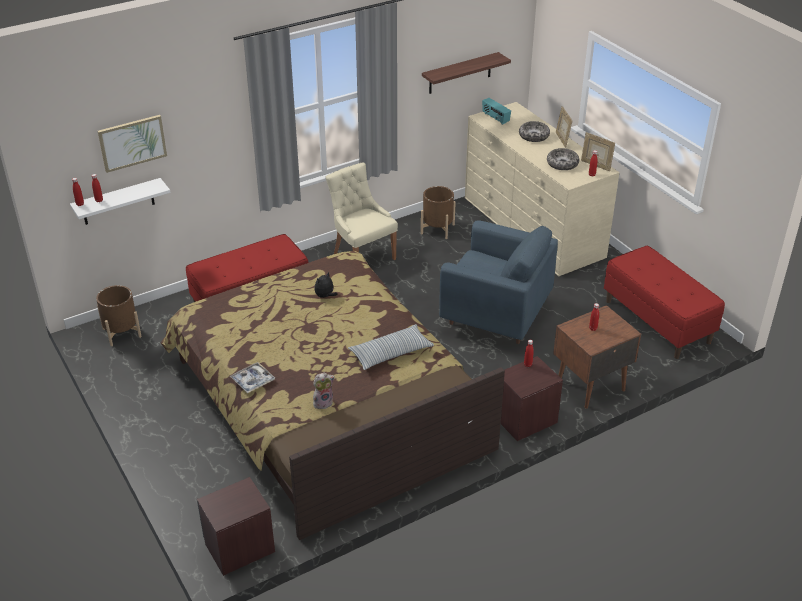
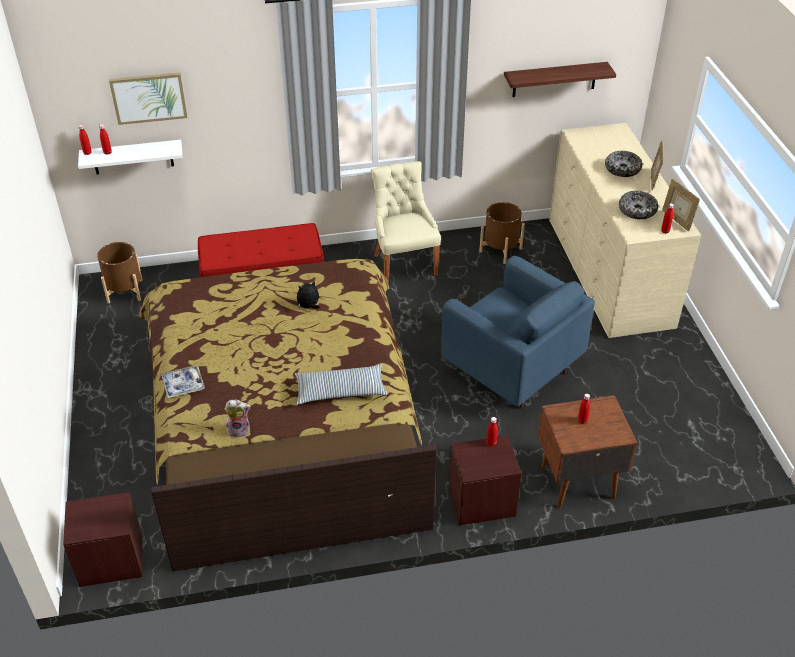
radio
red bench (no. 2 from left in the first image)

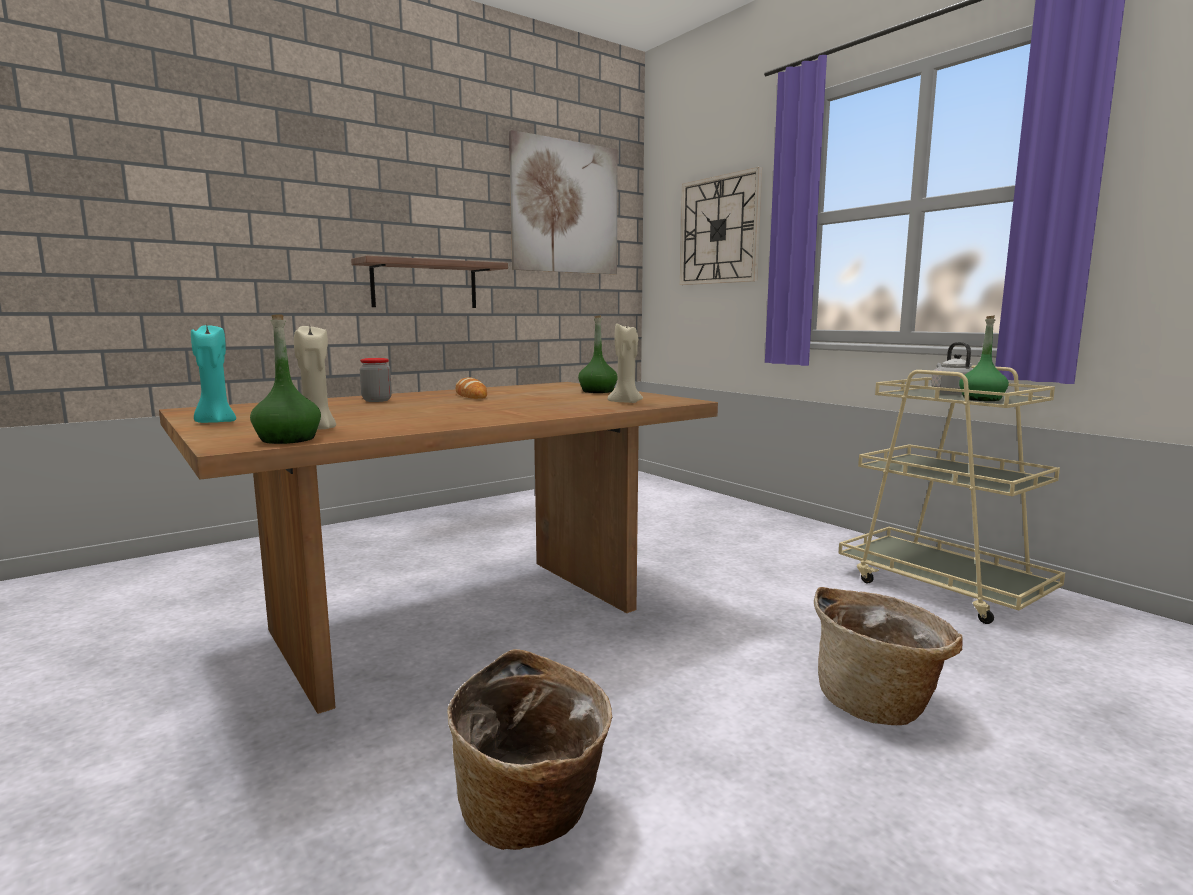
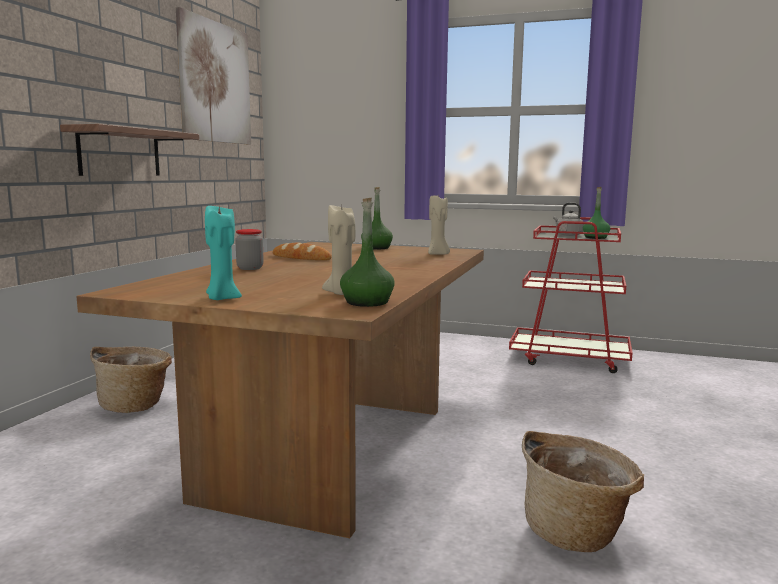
wall clock
basket (no. 1 from left)
red cart

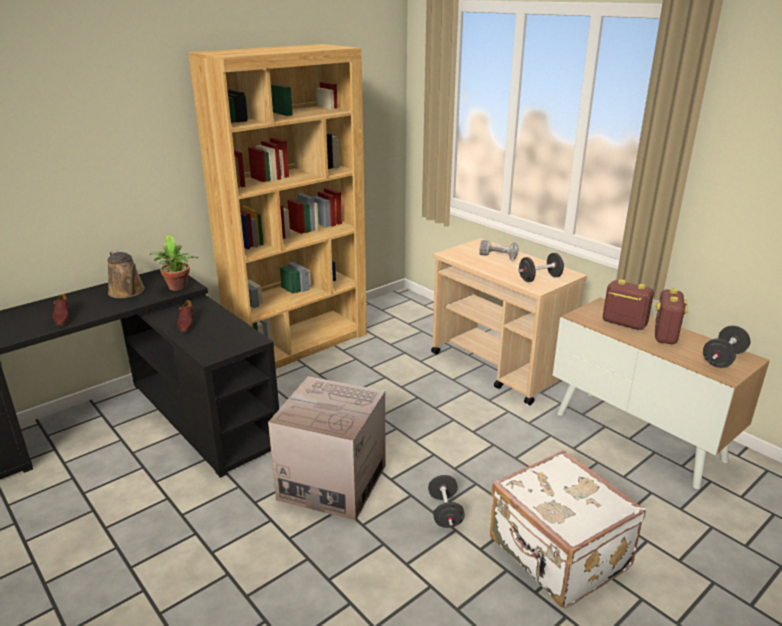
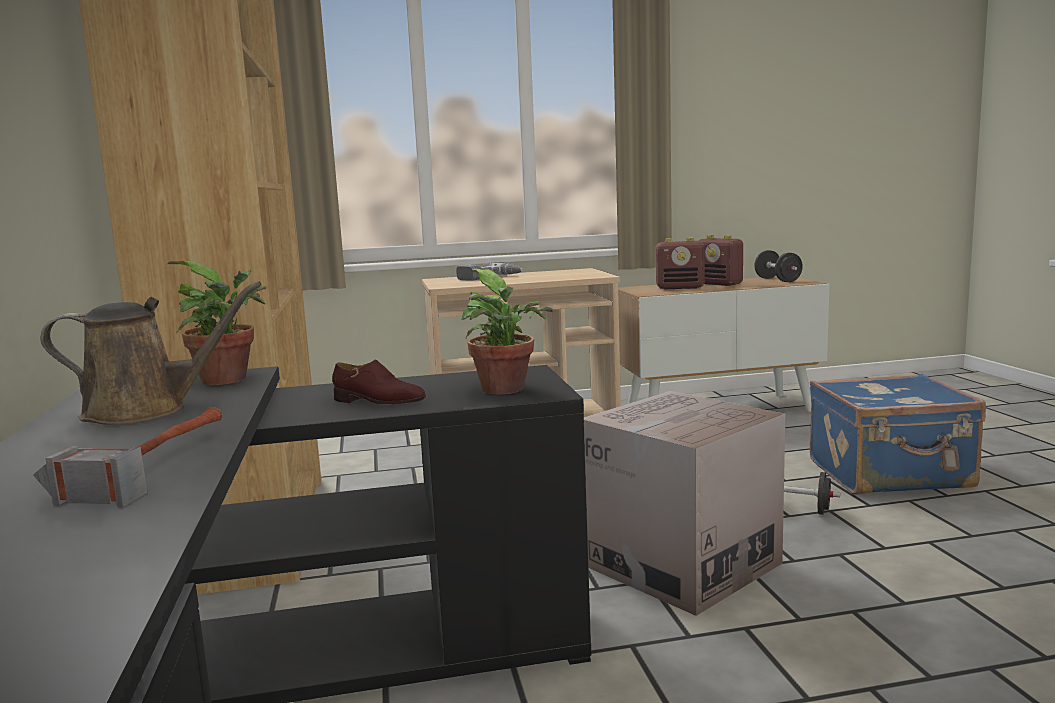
hammer
blue suitcase
black dumbbell (no. 2 from left in the first image)
radio (no. 1 from left)
potted plant (no. 2 from left)

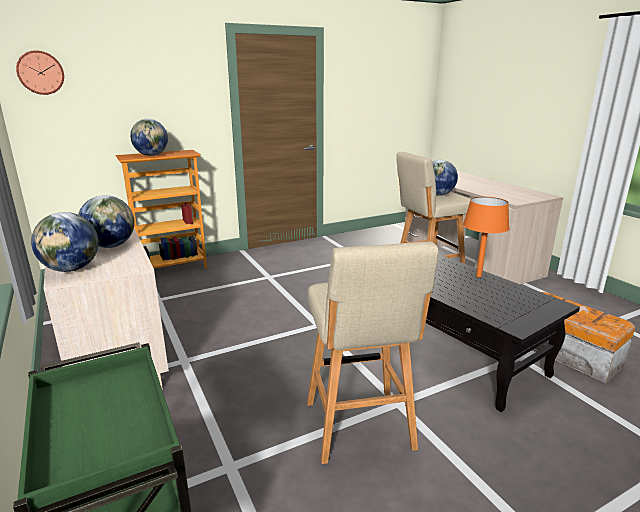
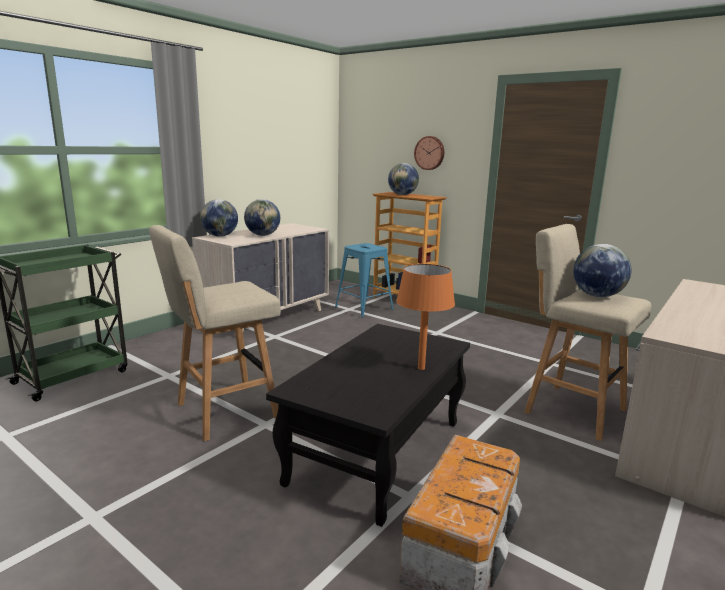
wall clock
blue stool

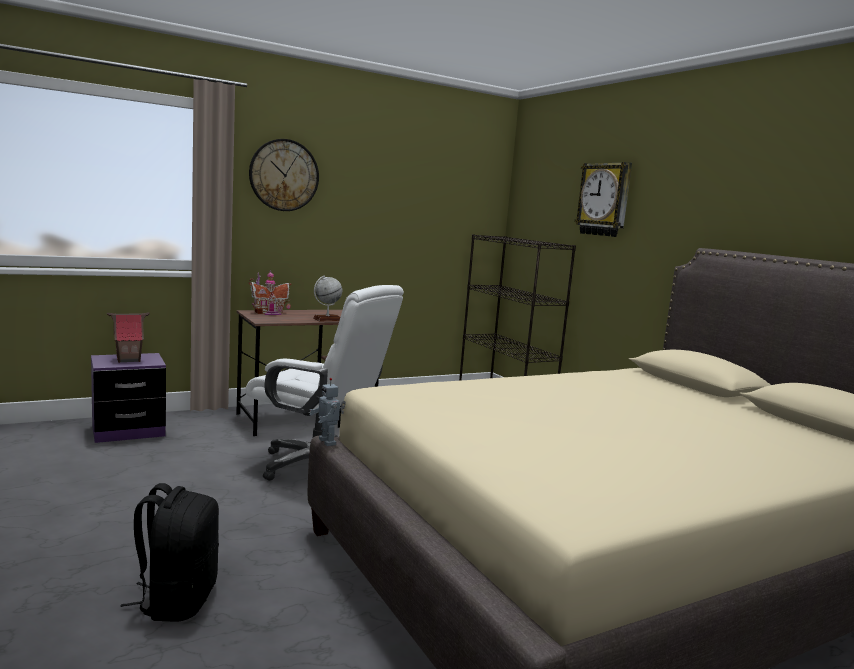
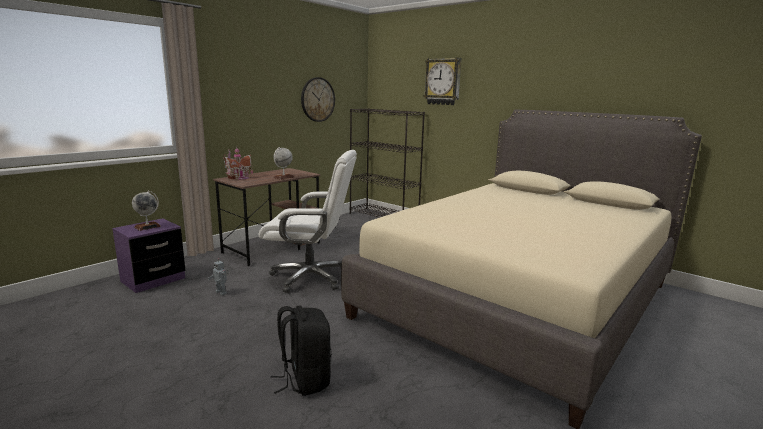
globe (no. 1 from left)
wall clock (no. 1 from left)
toy robot

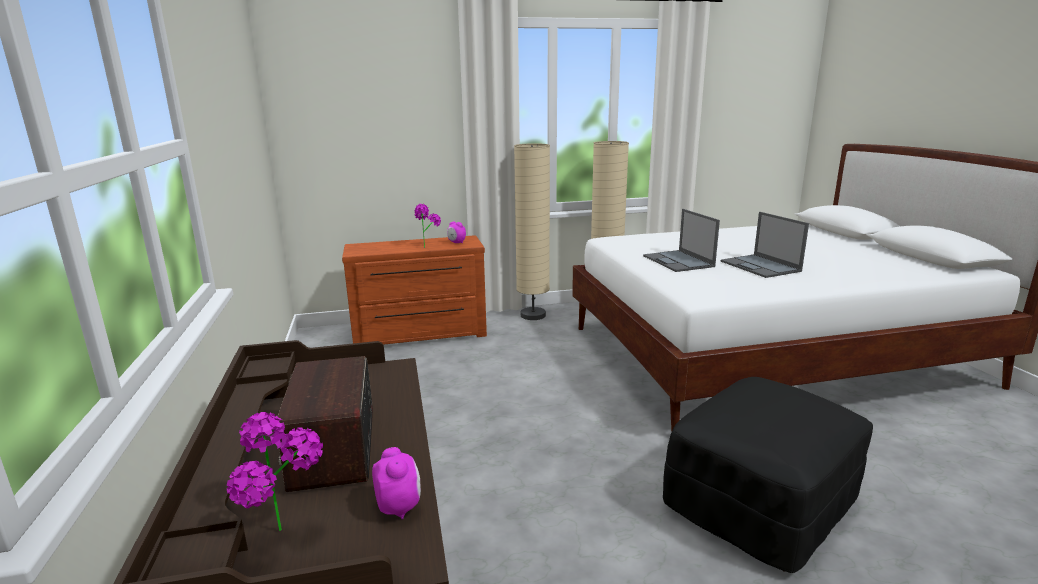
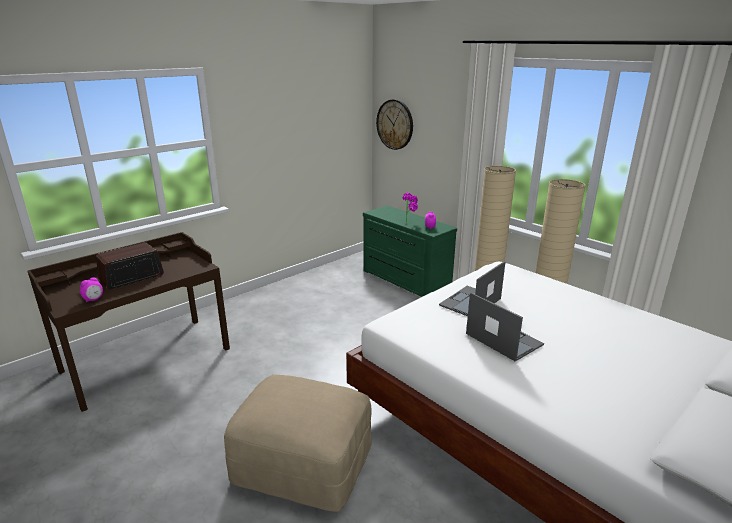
potted plant (no. 1 from left in the first image)
green dresser
beige ottoman
laptop (no. 2 from left)
wall clock

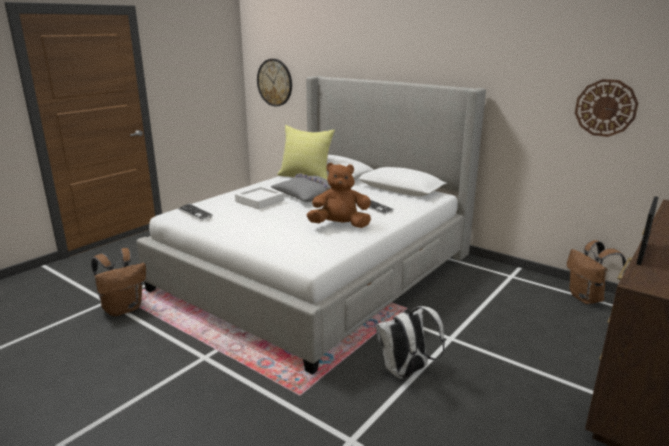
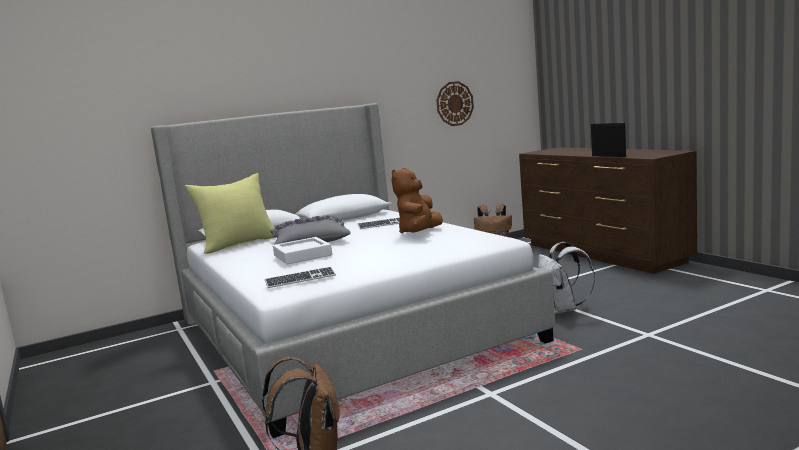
wall clock (no. 1 from left in the first image)

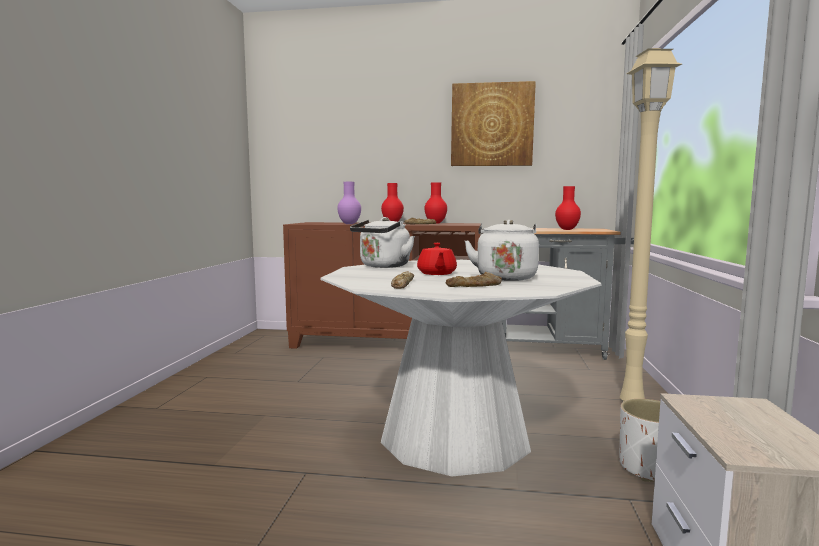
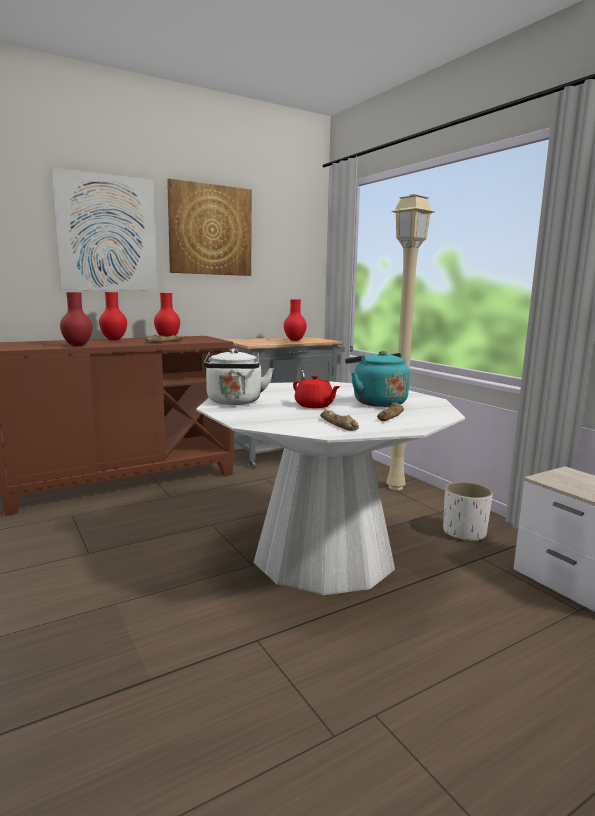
red vase (no. 1 from left)
turquoise kettle
picture (no. 1 from left)

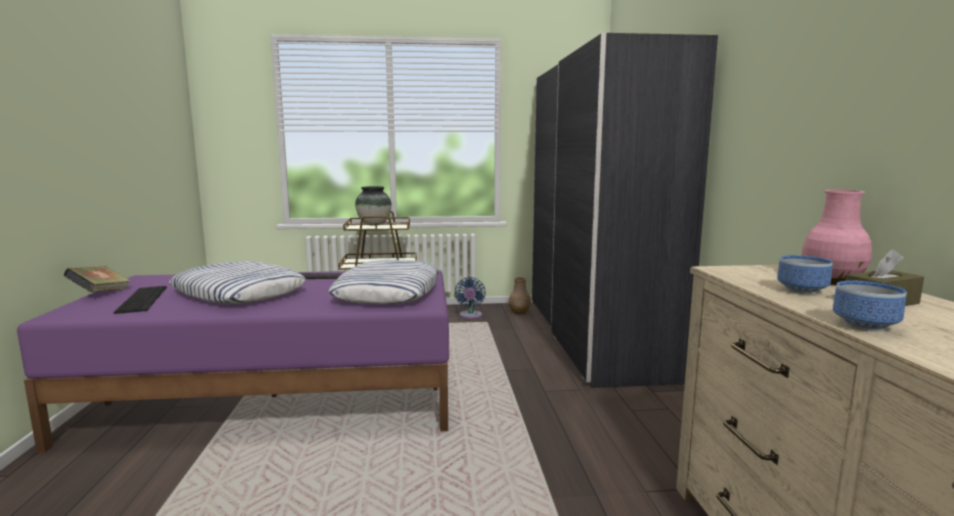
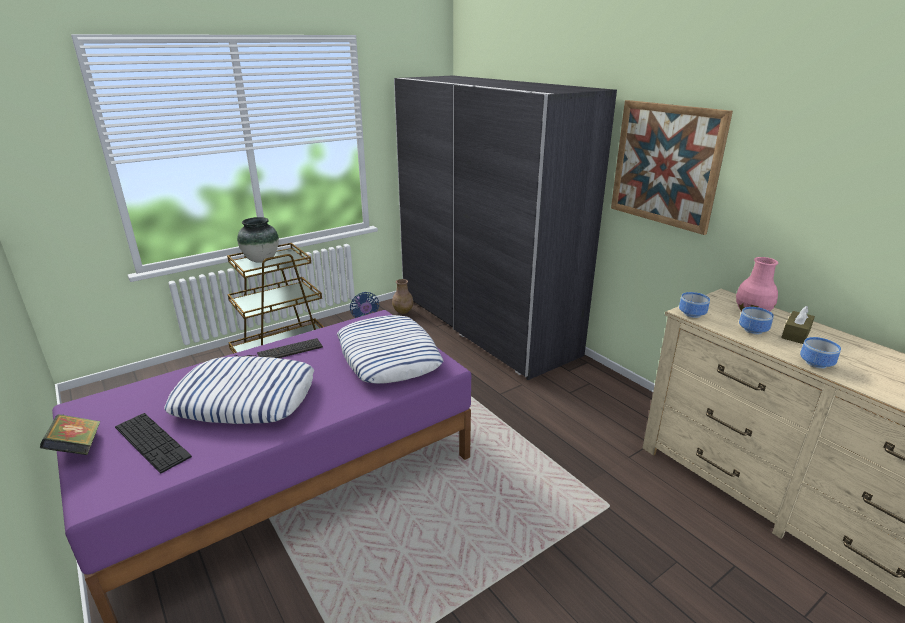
picture
bowl (no. 1 from left)

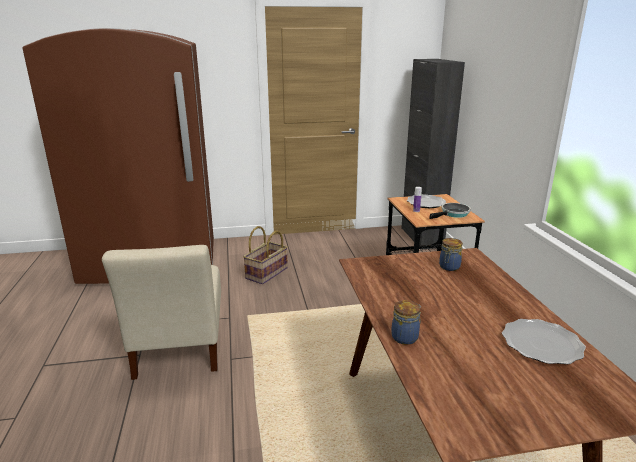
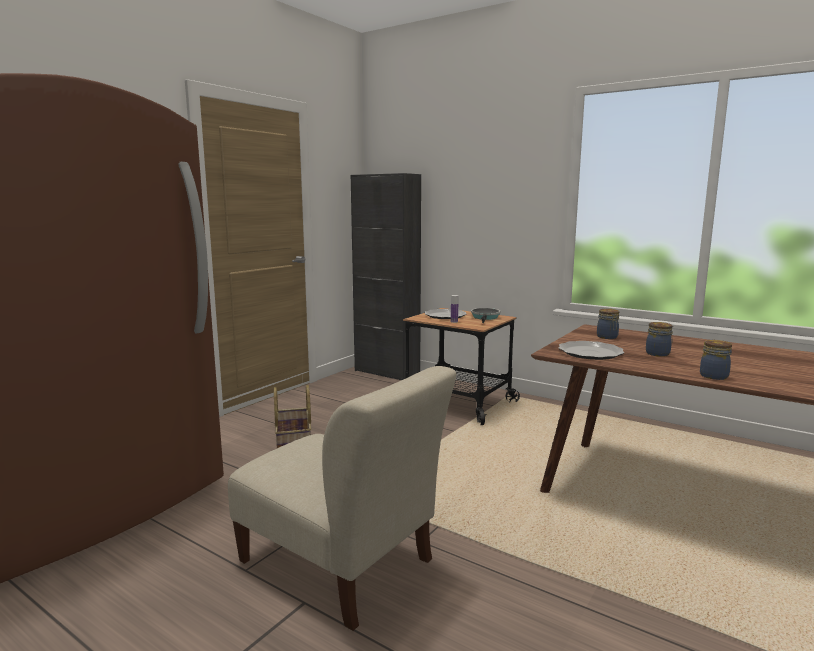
plate (no. 2 from left)
jar (no. 2 from left)

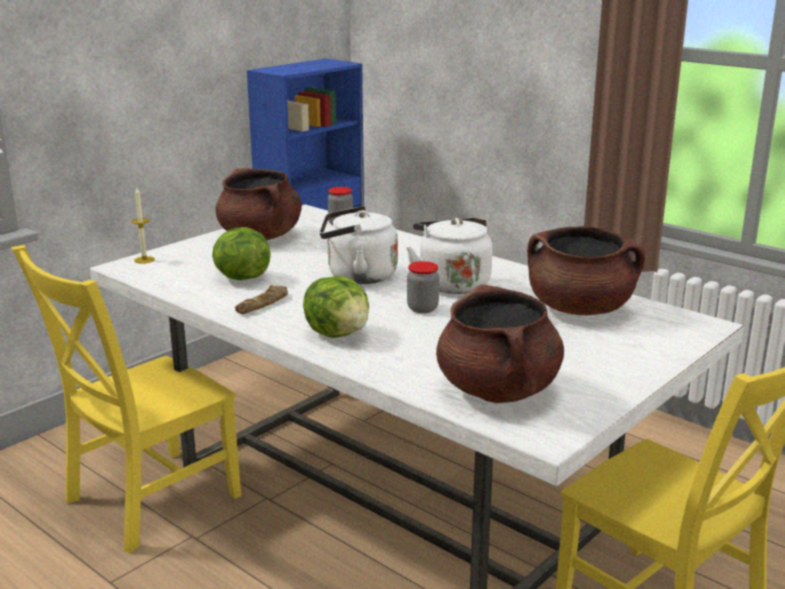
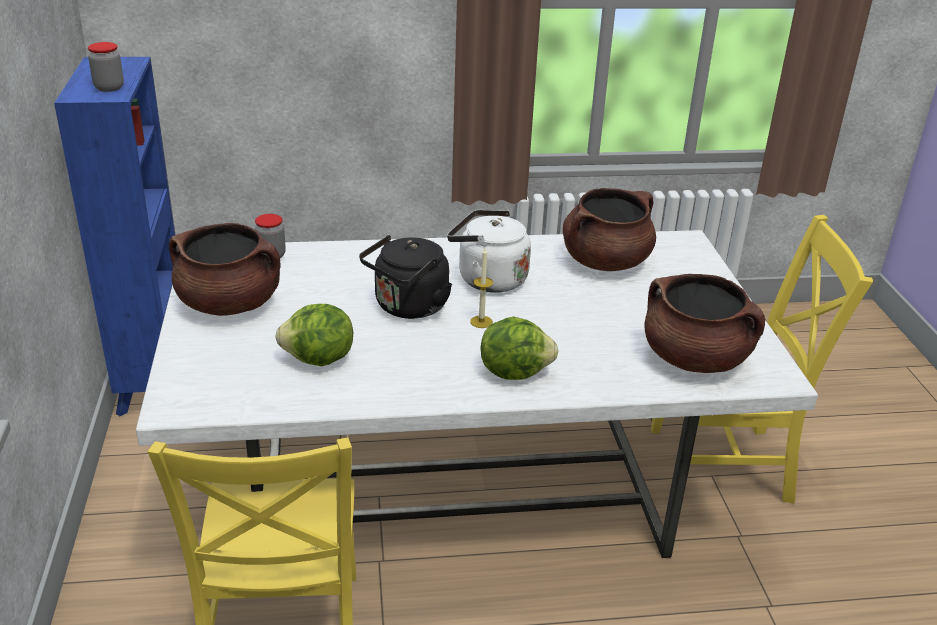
candle
bread
black kettle
jar (no. 1 from left)

